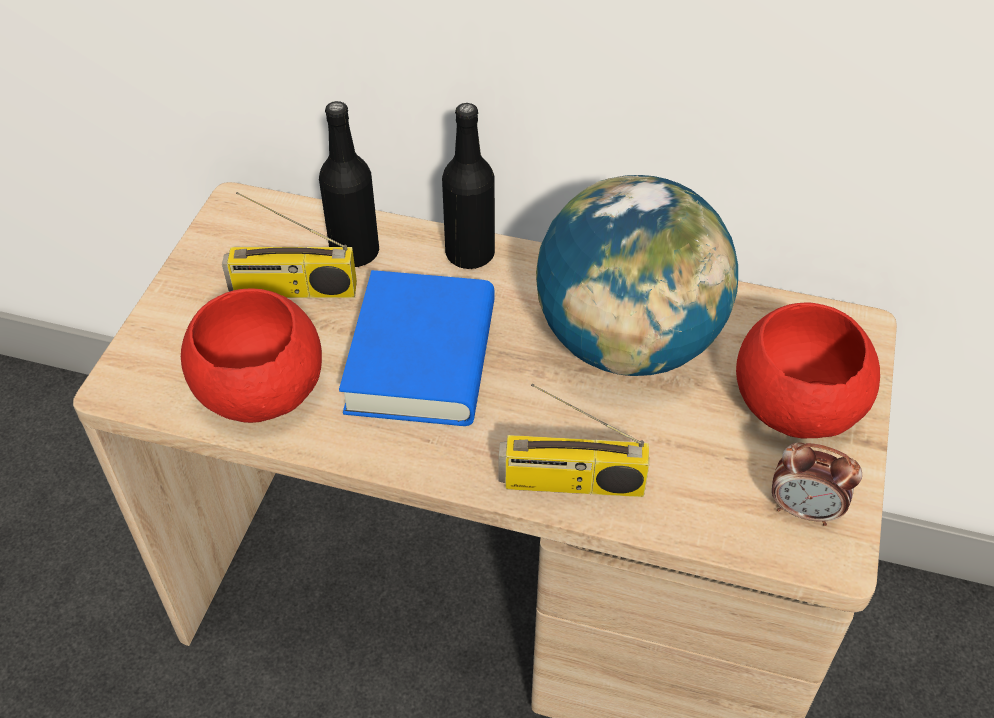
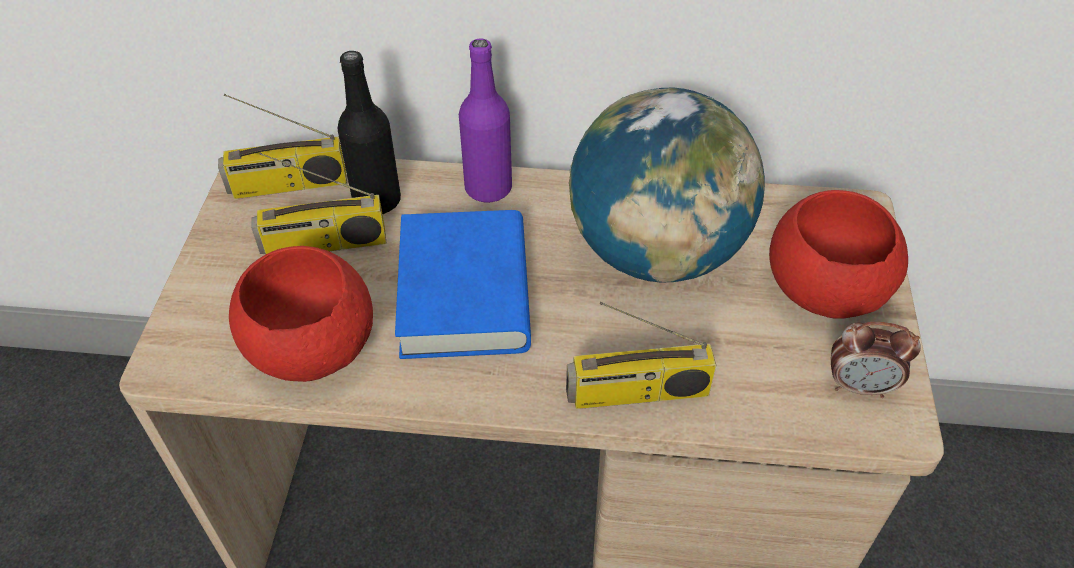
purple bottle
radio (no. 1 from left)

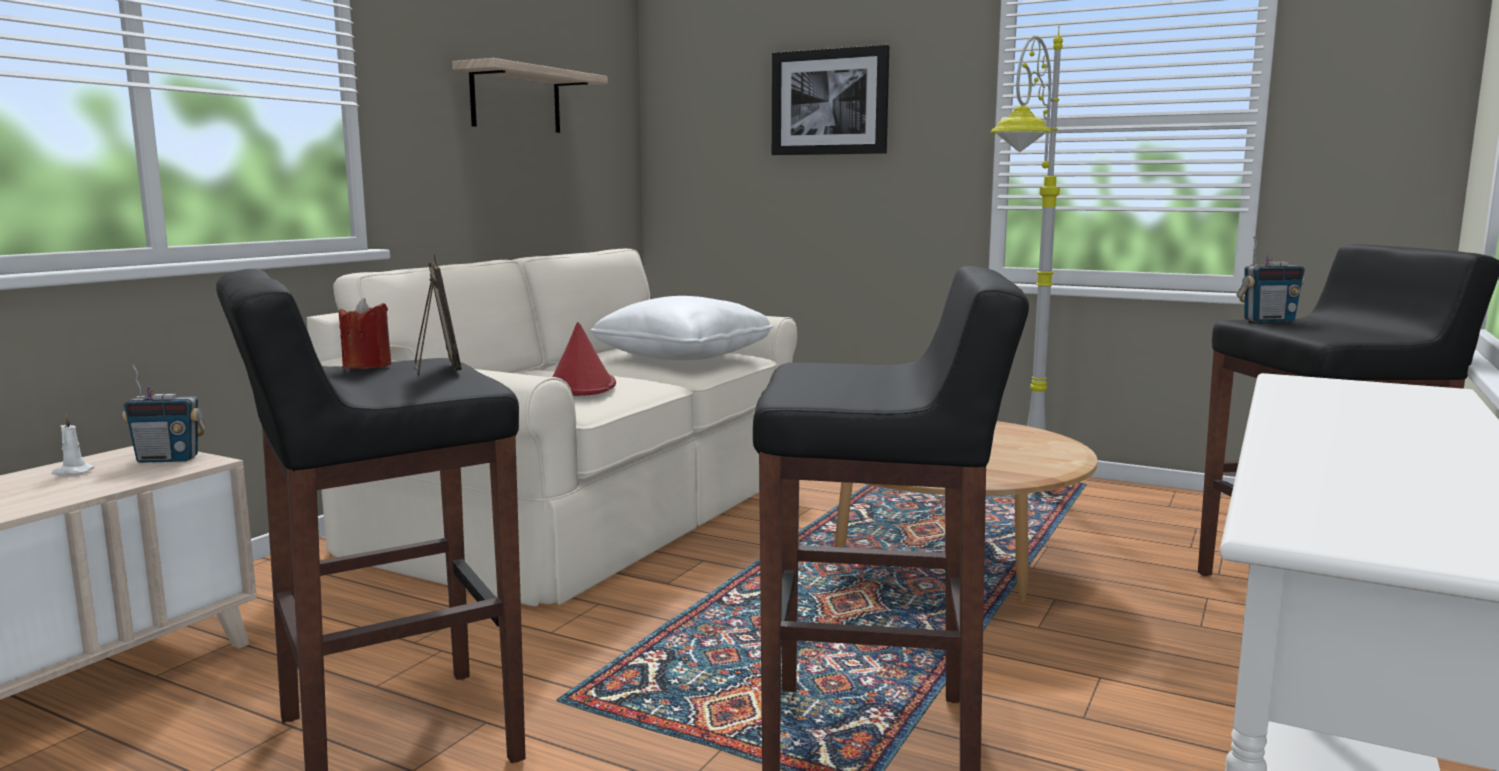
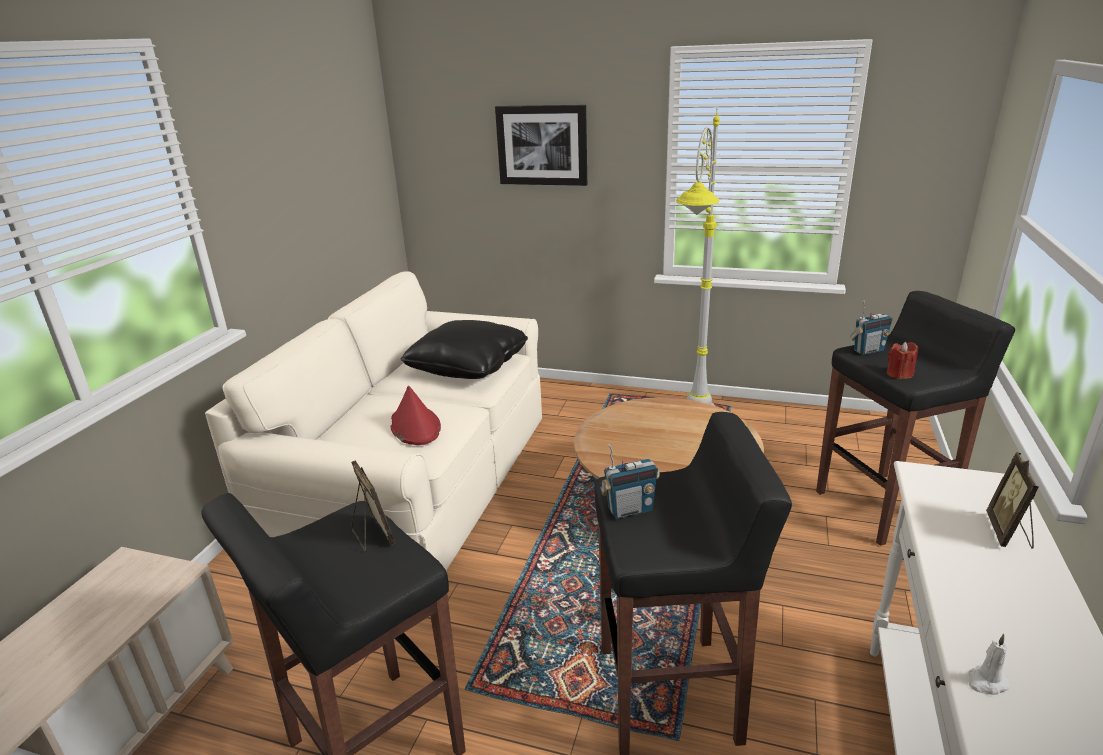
white candle
radio (no. 1 from left)
red candle
shelf
black pillow
picture frame (no. 2 from left)

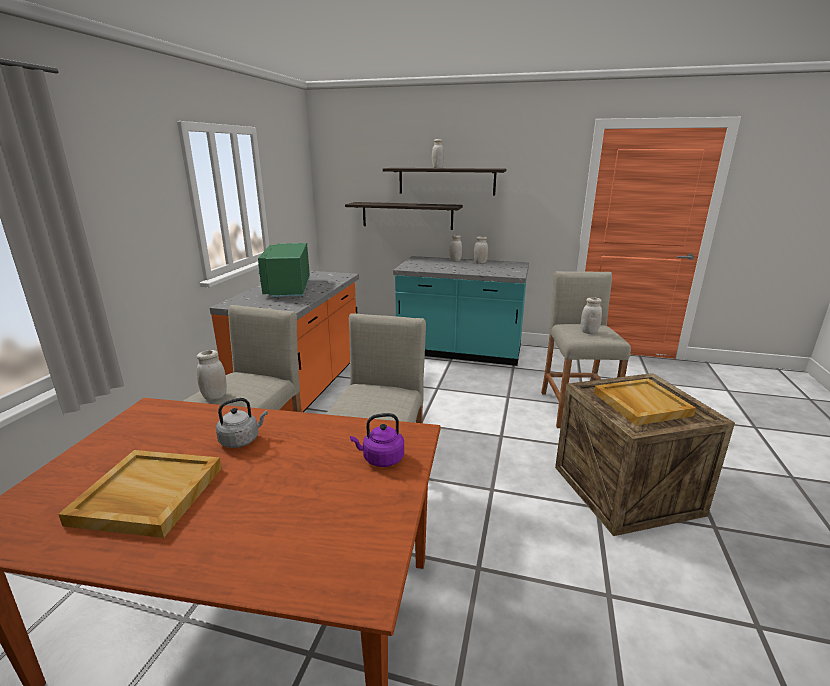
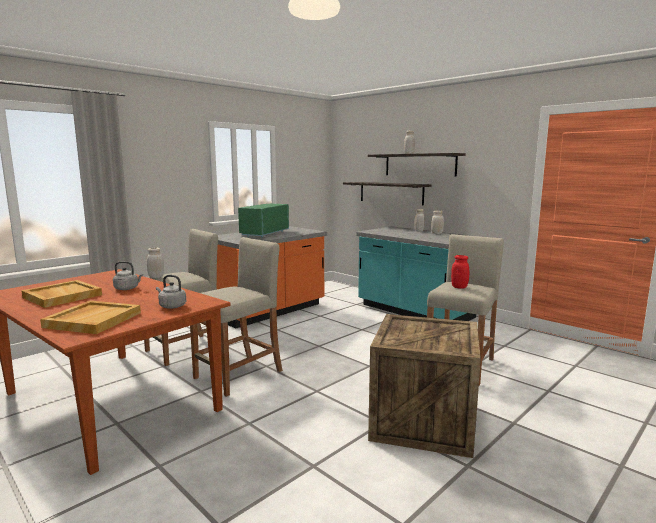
grey kettle (no. 2 from left)
red jar
beige tray (no. 2 from left)

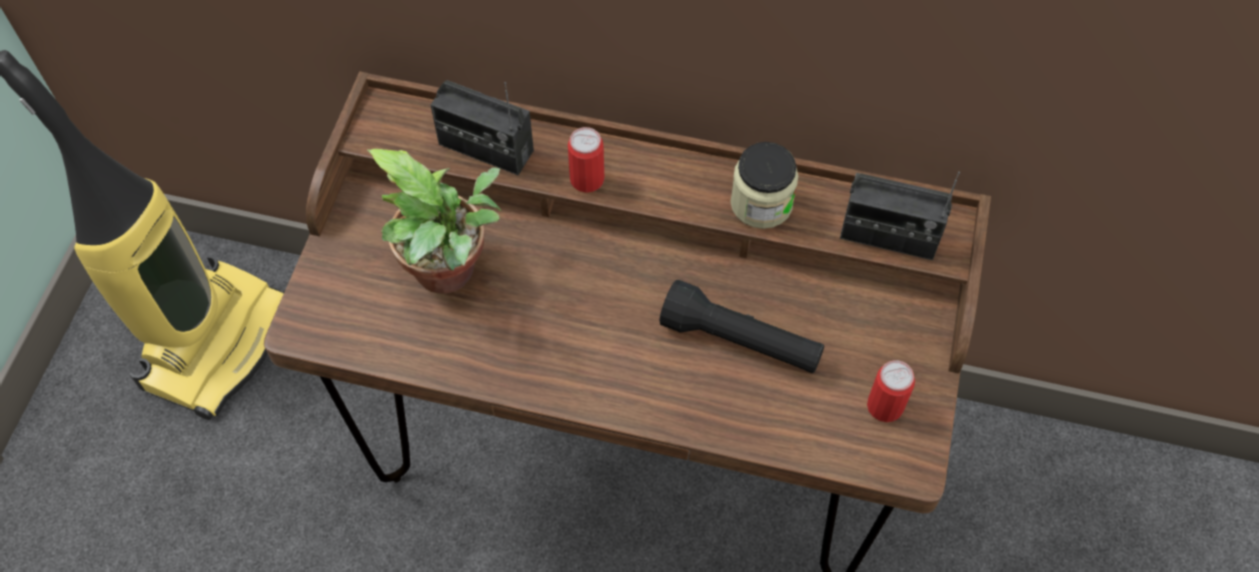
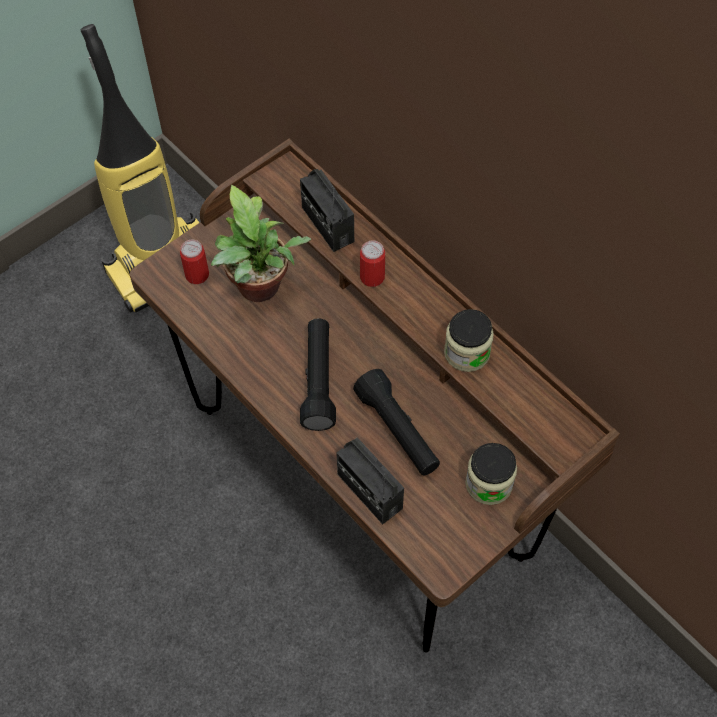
radio (no. 2 from left)
can (no. 1 from left)
black flashlight (no. 1 from left)
jar (no. 2 from left)

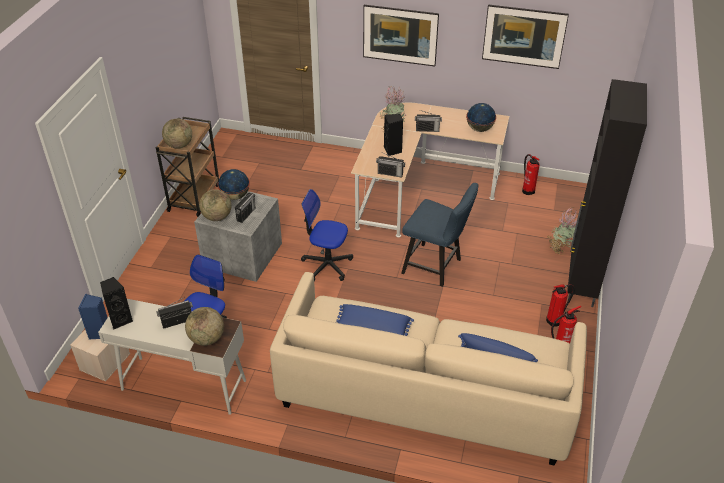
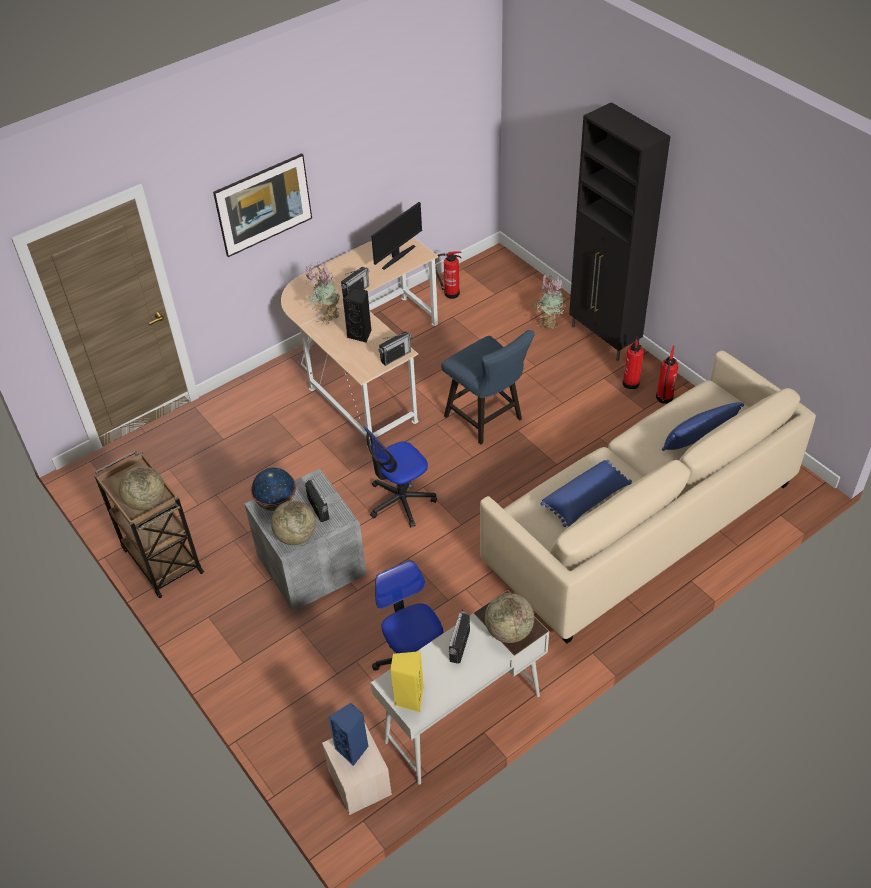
yellow speaker
blue chair
monitor
picture (no. 2 from left in the first image)

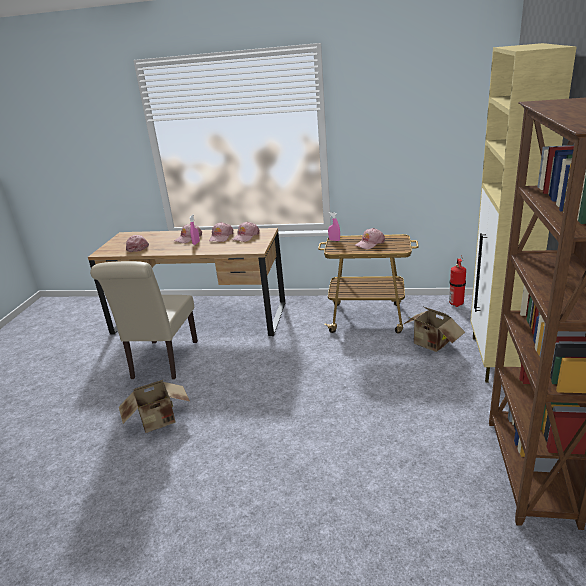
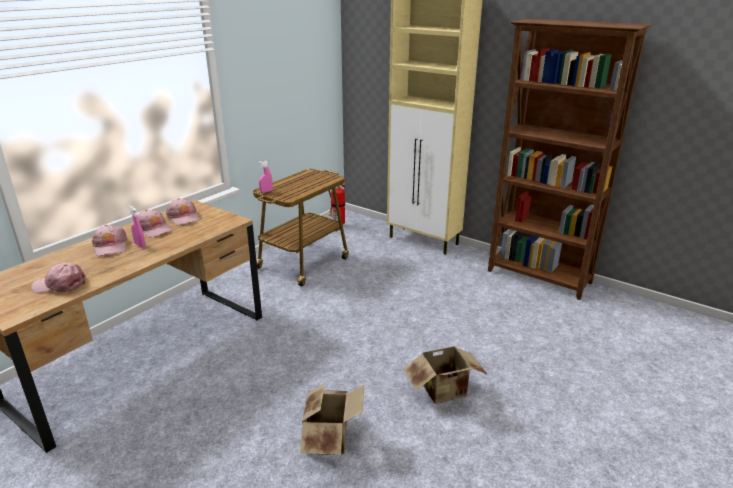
beige chair
pink cap (no. 5 from left in the first image)
cardboard box (no. 2 from left)

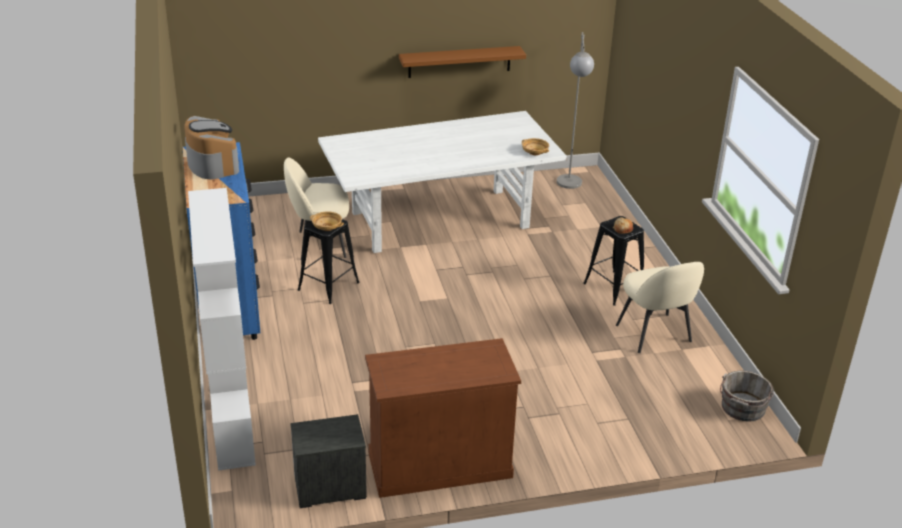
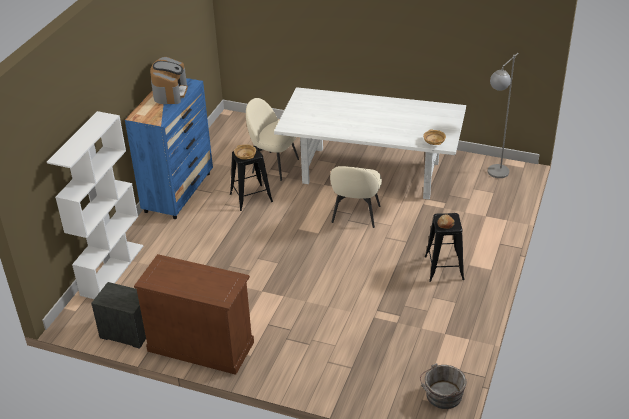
brown shelf
beige chair (no. 2 from left)

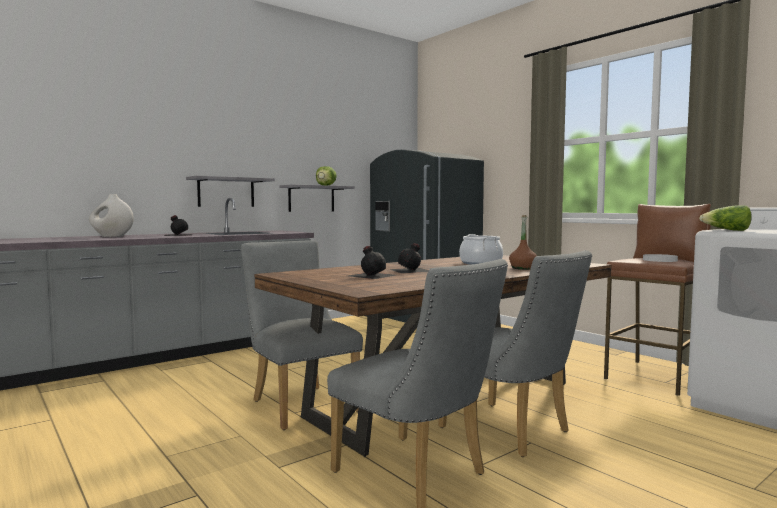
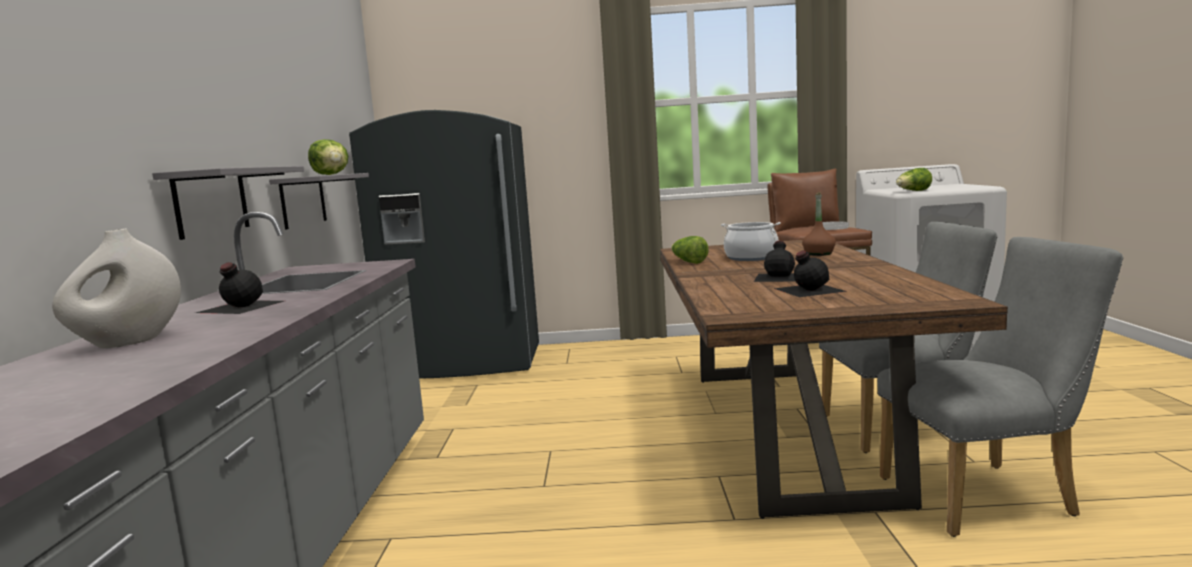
grey chair (no. 1 from left in the first image)
lettuce (no. 2 from left)

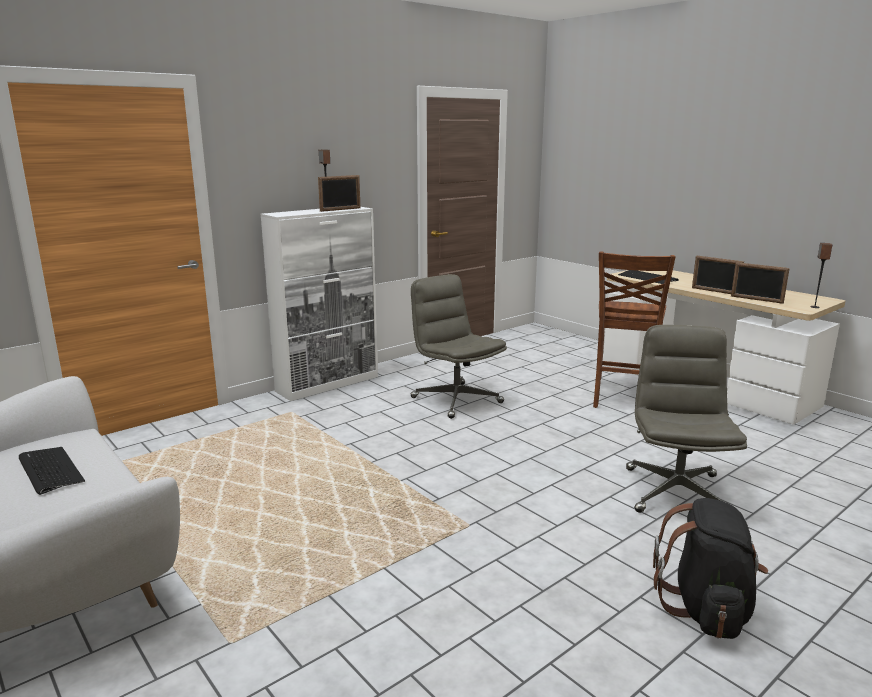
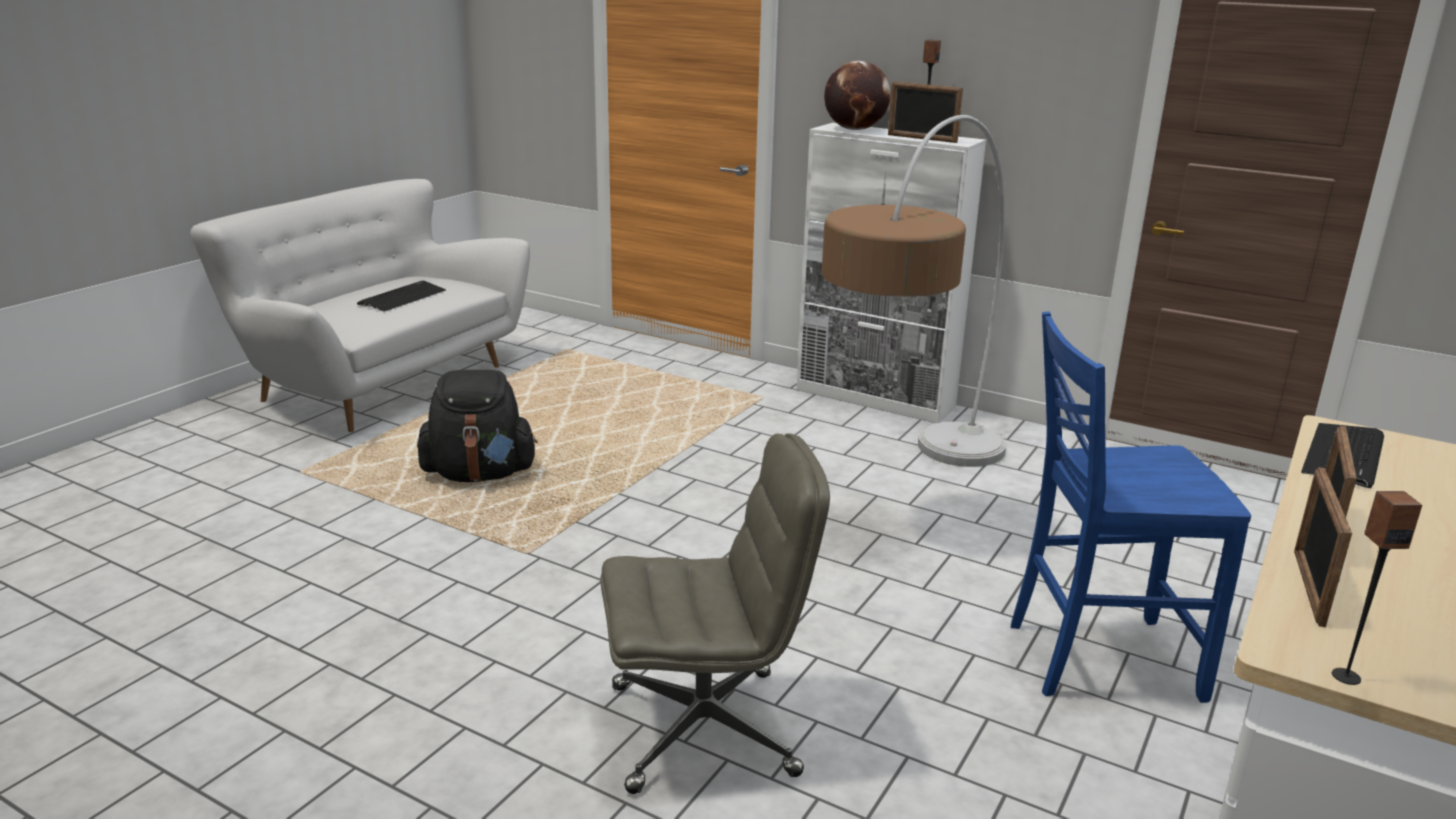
floor lamp
blue chair
black backpack
globe

